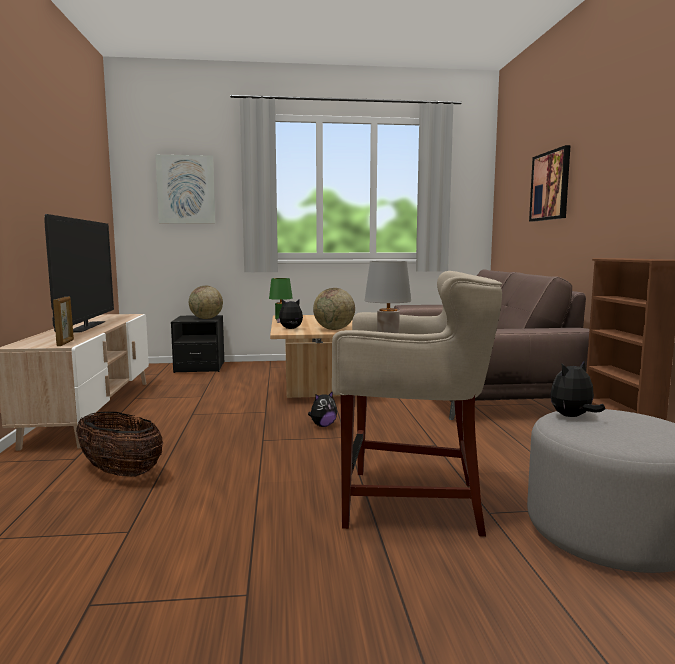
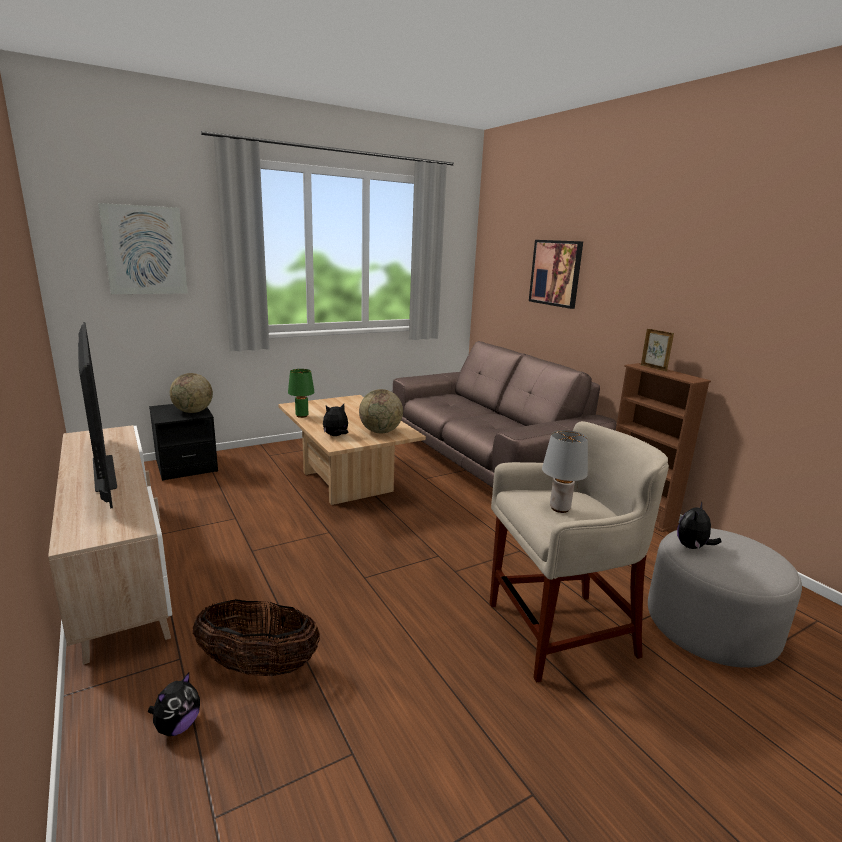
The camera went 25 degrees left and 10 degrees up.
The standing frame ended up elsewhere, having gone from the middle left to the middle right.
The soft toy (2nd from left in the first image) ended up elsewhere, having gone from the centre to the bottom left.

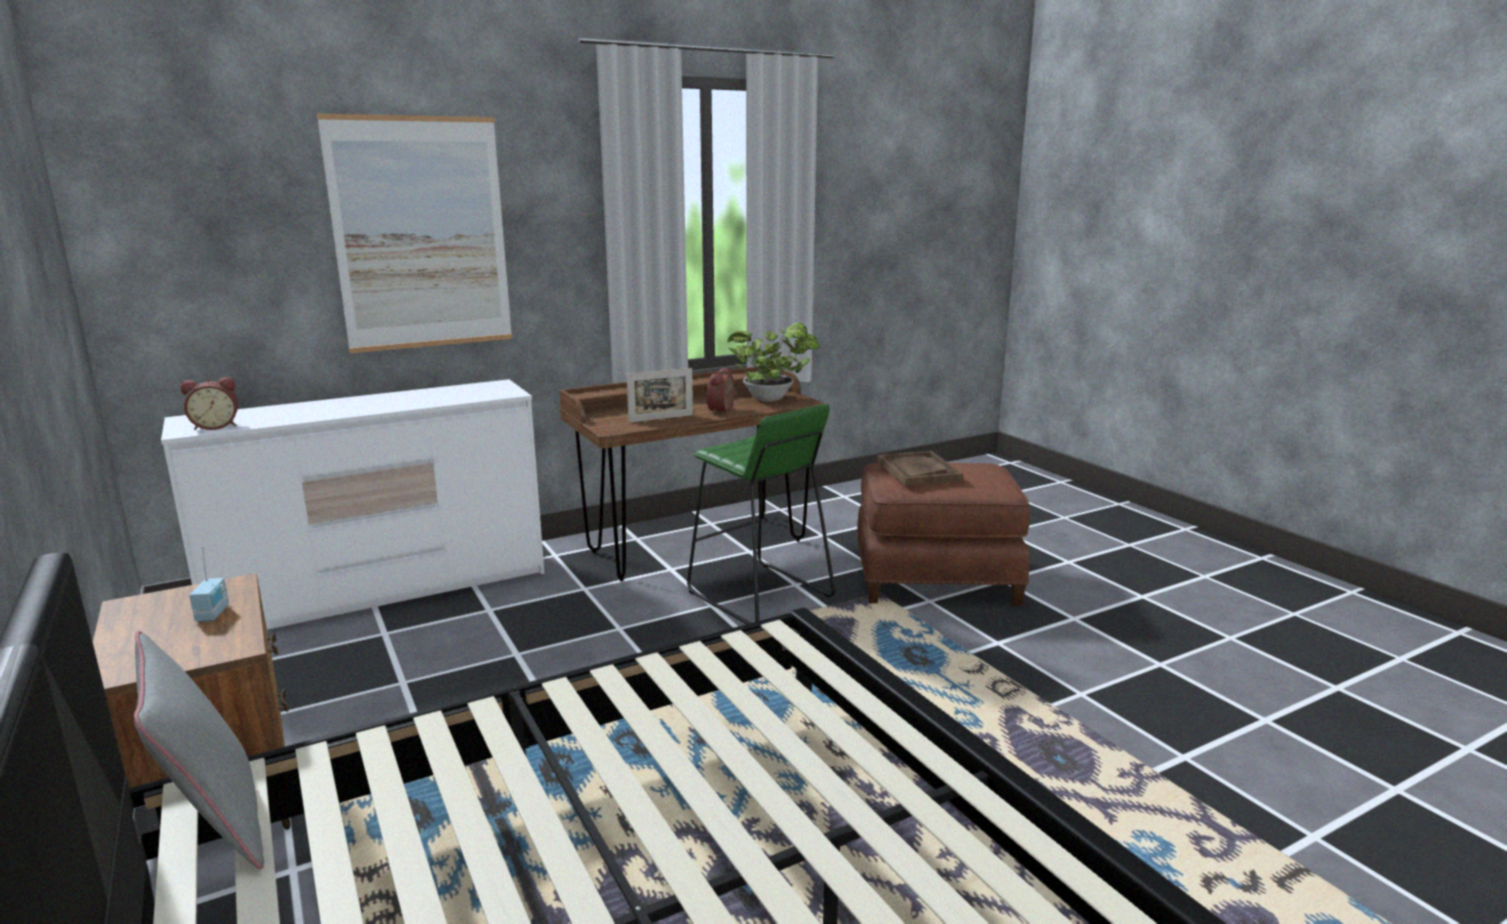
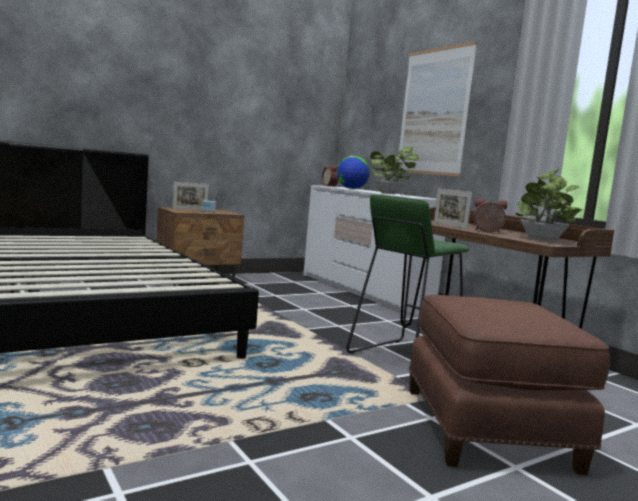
The camera went 85 degrees right and 10 degrees down.
The second view lost the serving tray in brown at the centre.
The second view lost the cushion in gray at the bottom left.
The second view gained the houseplant (1st from left) at the centre.
The second view gained the globe at the centre.
The second view gained the standing frame (1st from left) at the middle left.

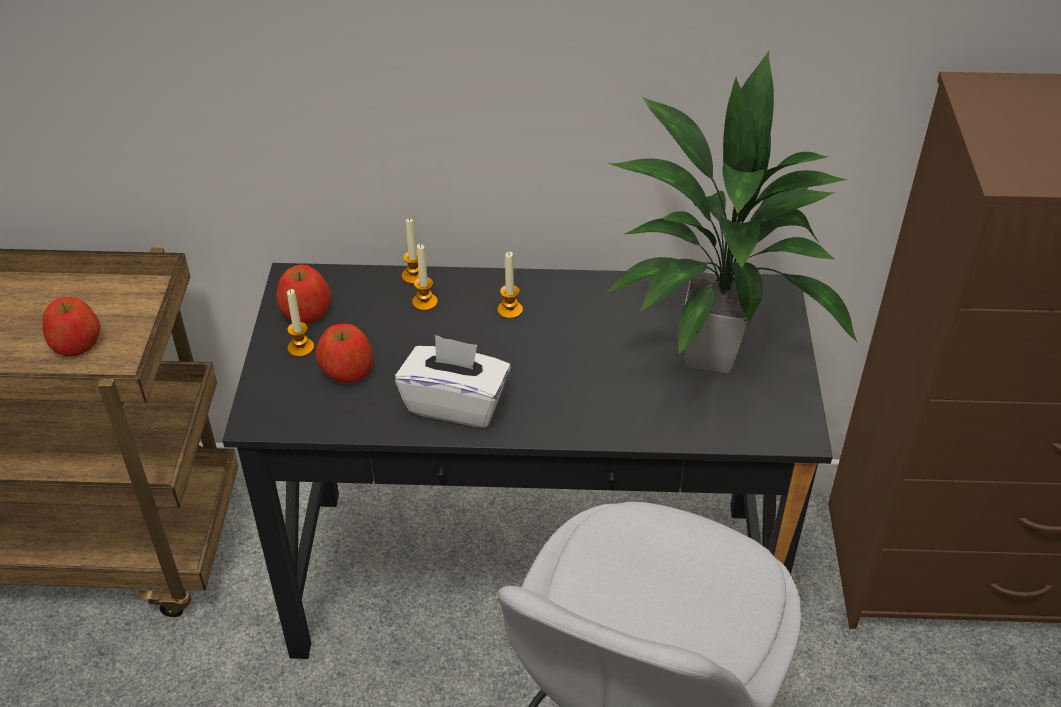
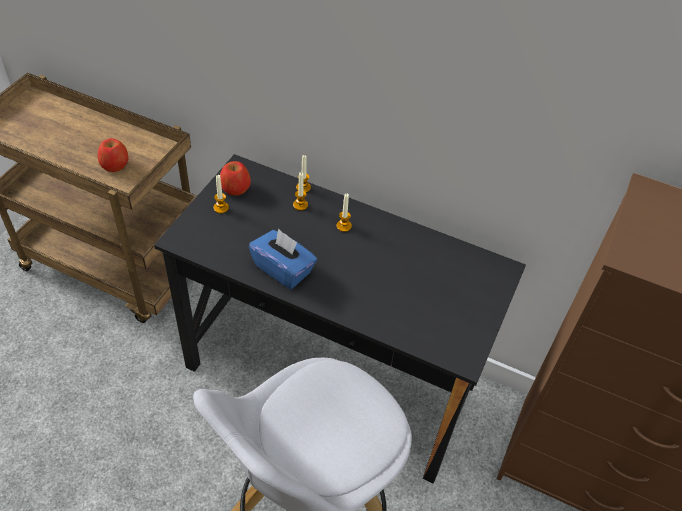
The camera went 20 degrees right and 5 degrees up.
The second view lost the houseplant at the top right.
The second view lost the apple (3rd from left) at the middle left.
What was the tissue holder in white at the centre turned into the tissue holder in bluish at the centre.

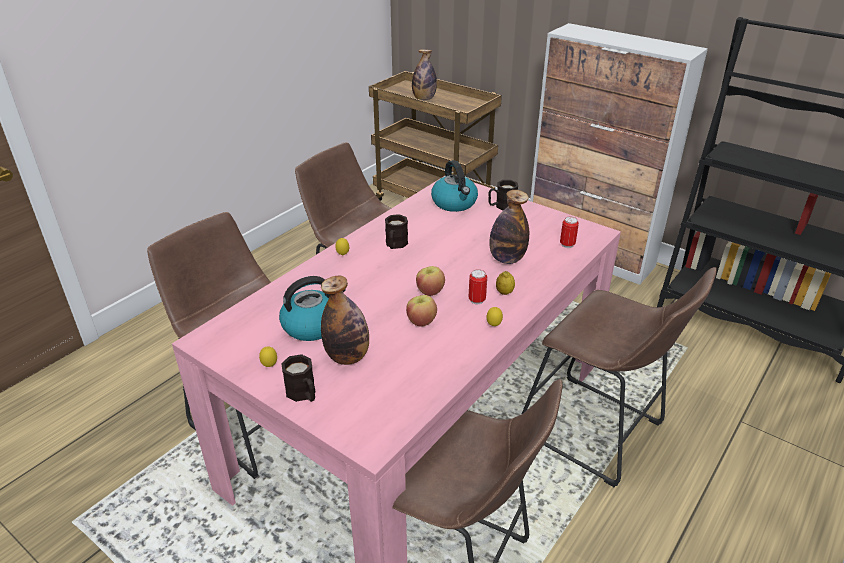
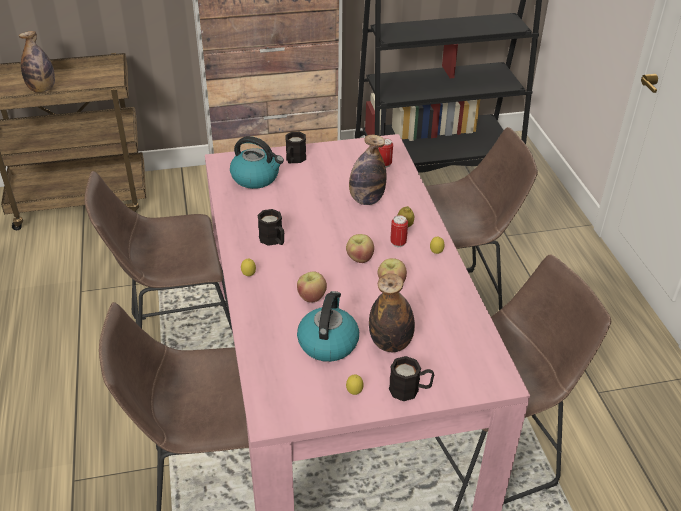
The camera went 50 degrees left and 5 degrees up.
The second view gained the apple (1st from left) at the centre.

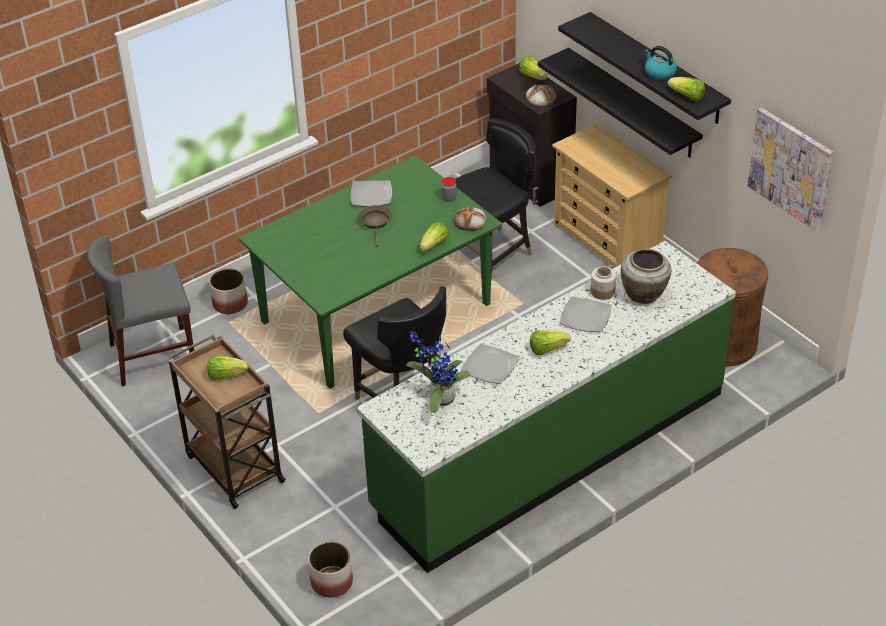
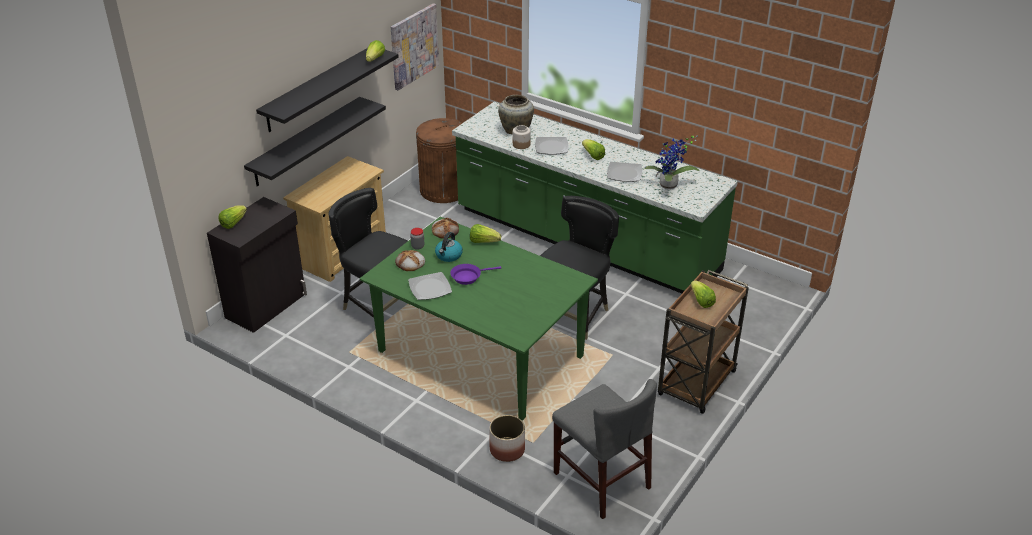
The camera went 110 degrees left and 5 degrees down.
The water kettle ended up elsewhere, having gone from the top right to the centre.
The bread (2nd from left in the first image) ended up elsewhere, having gone from the top centre to the centre.
What was the frying pan in brown at the centre turned into the frying pan in purple at the centre.
The second view lost the planter (2nd from left) at the bottom centre.

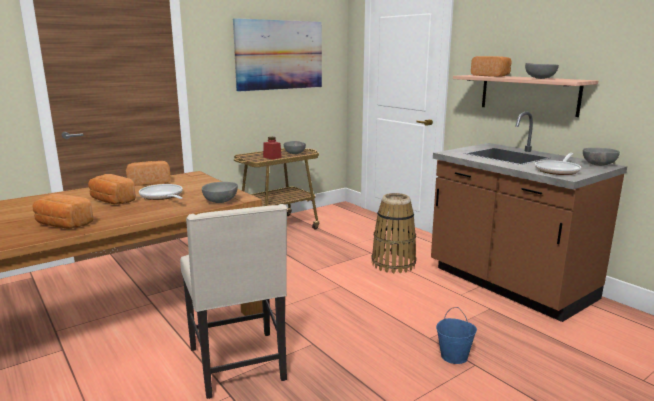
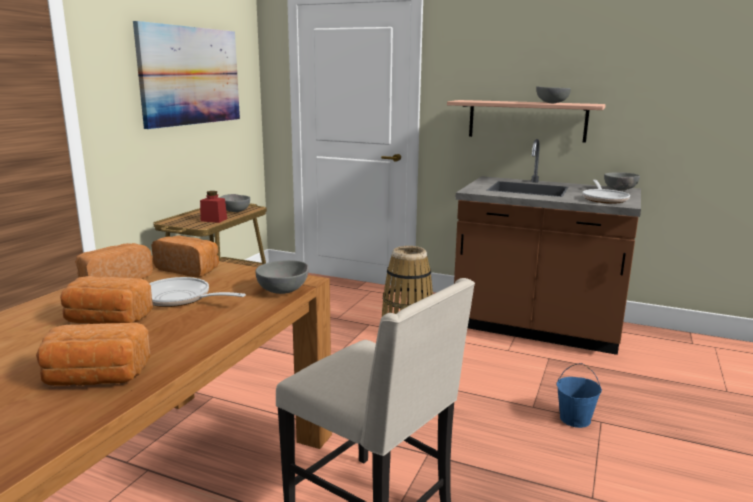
The camera went 30 degrees left and 0 degrees up.
The bread (4th from left) ended up elsewhere, having gone from the top right to the middle left.

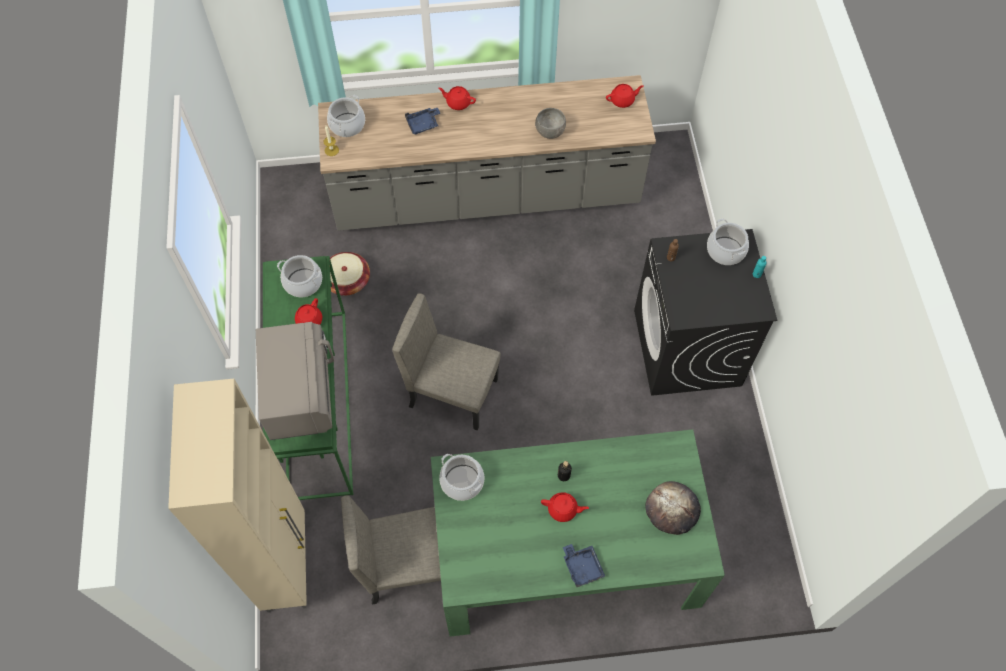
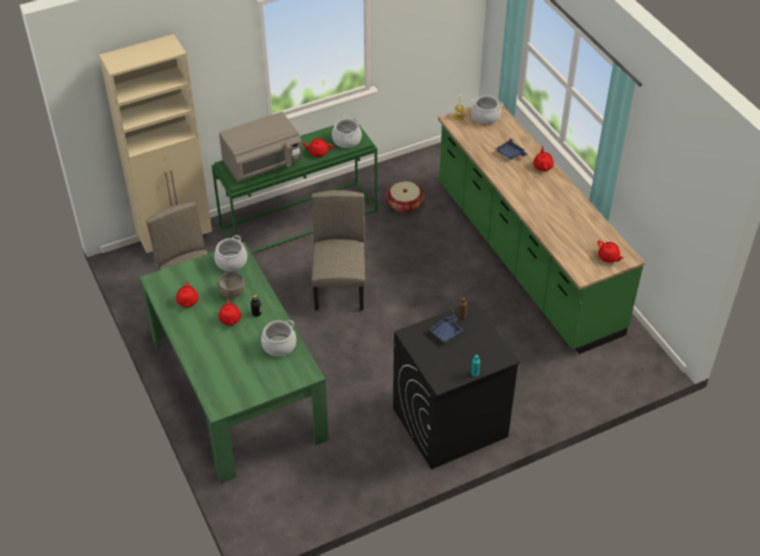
The camera went 70 degrees right and 15 degrees down.
What was the kitchen counter in gray at the top centre turned into the kitchen counter in greenish at the middle right.
The bowl in gray ended up elsewhere, having gone from the top centre to the middle left.
The saucepot (4th from left in the first image) ended up elsewhere, having gone from the middle right to the centre.
The second view lost the bread at the bottom right.
The serving tray in bluish (2nd from left in the first image) ended up elsewhere, having gone from the bottom centre to the centre.
The second view gained the pot for tea in red-coloured (1st from left) at the middle left.

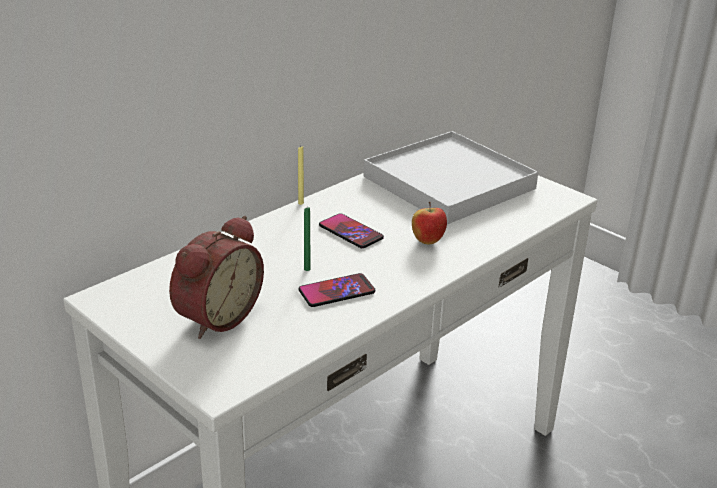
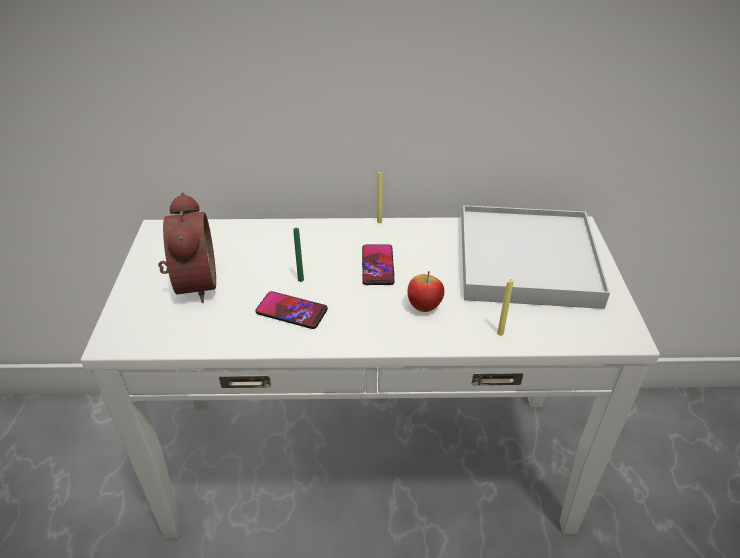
The camera went 45 degrees right and 10 degrees up.
The table clock at the middle left ended up facing another way, 90 degrees counterclockwise from before.
The second view gained the wax light in yellow (2nd from left) at the middle right.

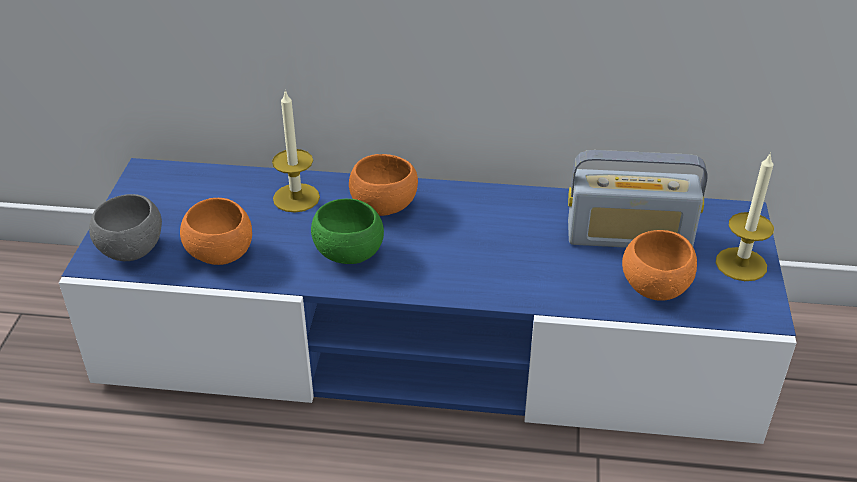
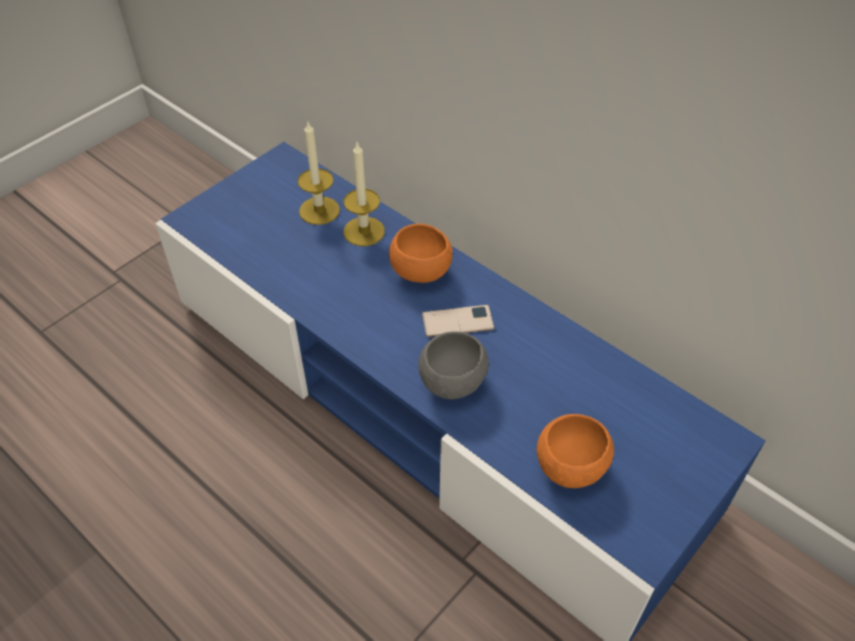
The camera went 35 degrees right and 10 degrees up.
The second view lost the radio at the middle right.
The wax light (2nd from left in the first image) ended up elsewhere, having gone from the middle right to the top centre.
The bowl in gray ended up elsewhere, having gone from the middle left to the centre.
The second view lost the bowl in orangey (1st from left) at the middle left.
The second view lost the bowl in greenish at the centre.
The second view gained the handset at the centre.

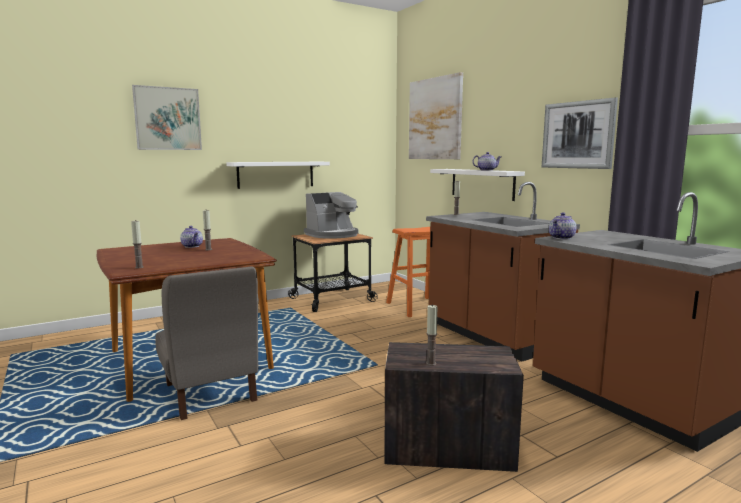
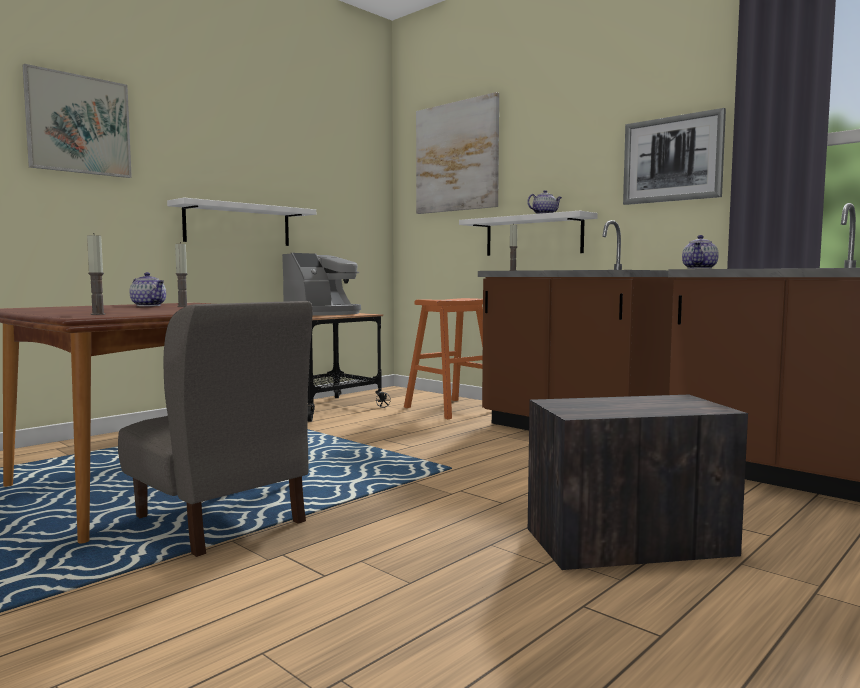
The camera went 15 degrees left and 5 degrees down.
The second view lost the wax light (3rd from left) at the centre.

